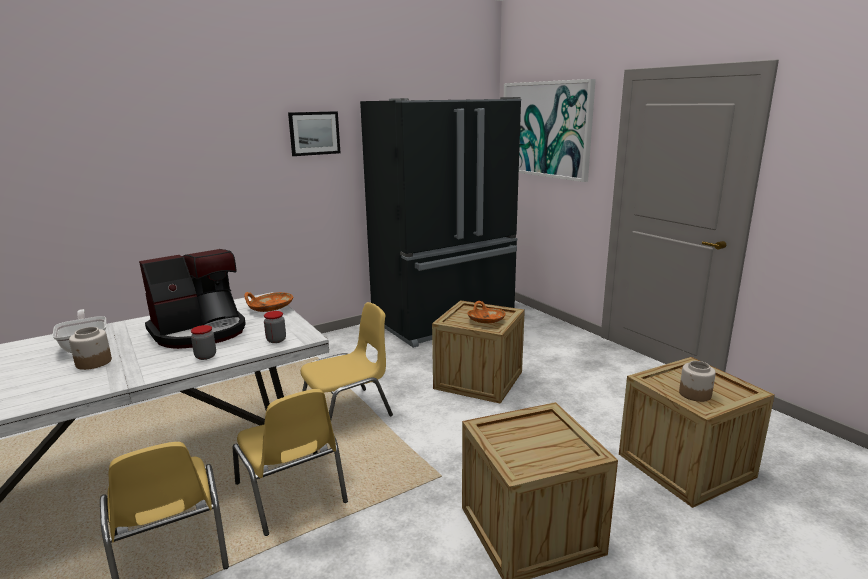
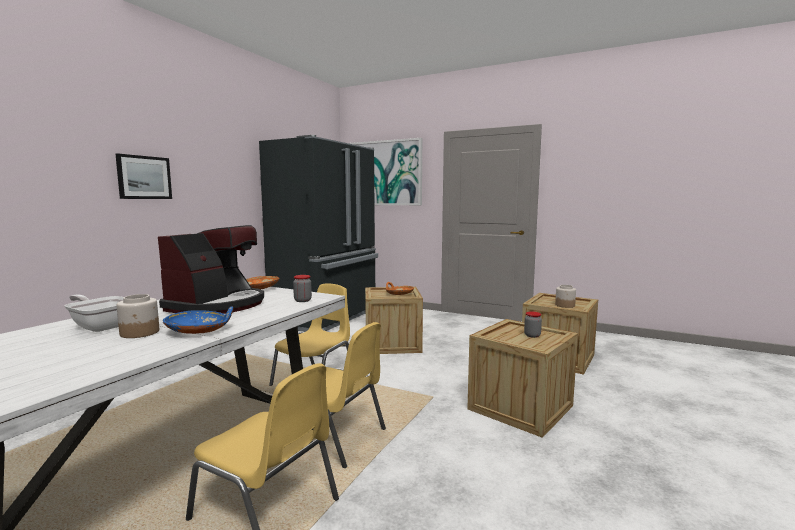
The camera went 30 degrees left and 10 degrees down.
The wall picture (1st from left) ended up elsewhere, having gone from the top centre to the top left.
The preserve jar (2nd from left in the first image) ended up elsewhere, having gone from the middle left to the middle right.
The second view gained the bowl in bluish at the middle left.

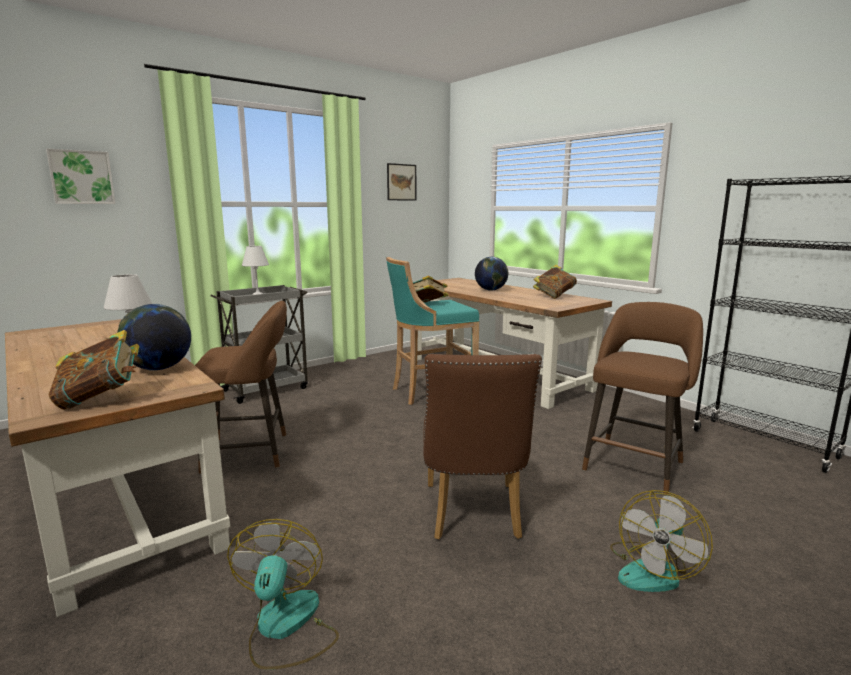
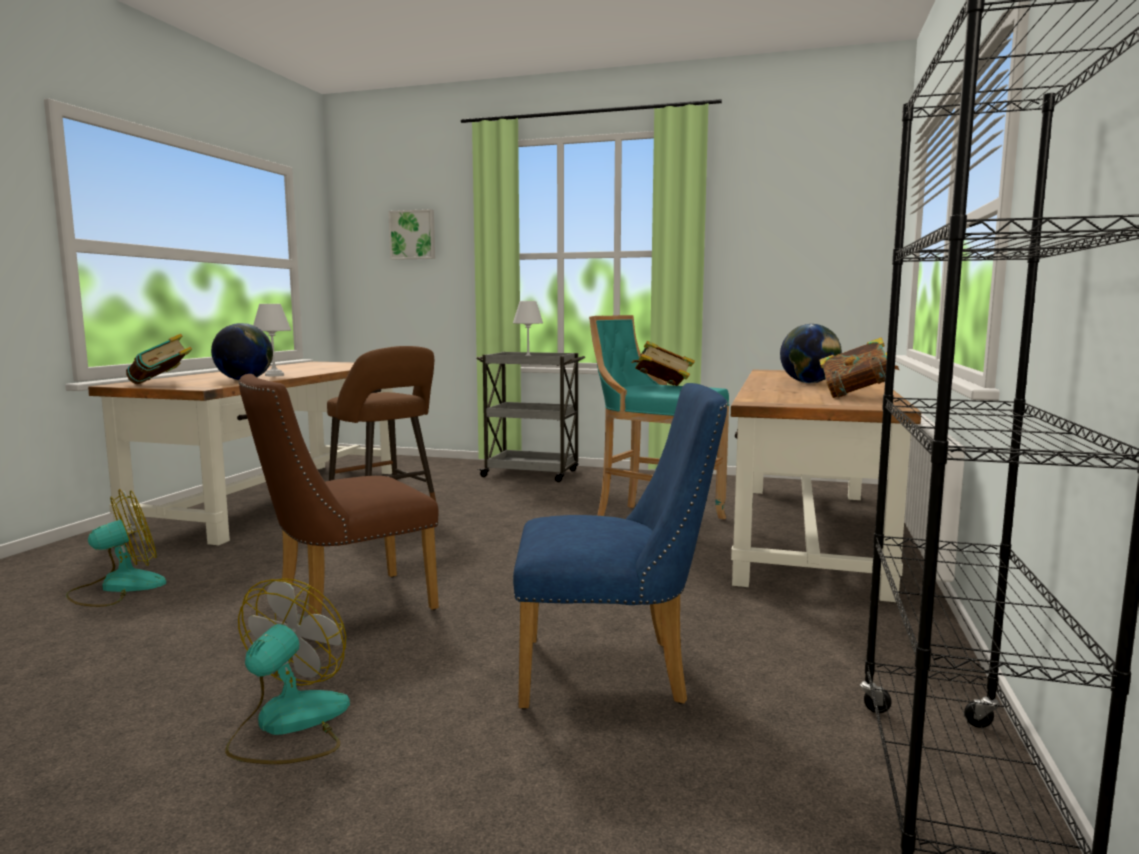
The camera went 55 degrees right and 5 degrees down.
The second view lost the wall picture (2nd from left) at the top centre.
Where the stool seat in brown (2nd from left) stood at the middle right, the plain chair in bluish came to stand at the centre.
The cooling fan (2nd from left) at the bottom right ended up facing another way, 105 degrees clockwise from before.

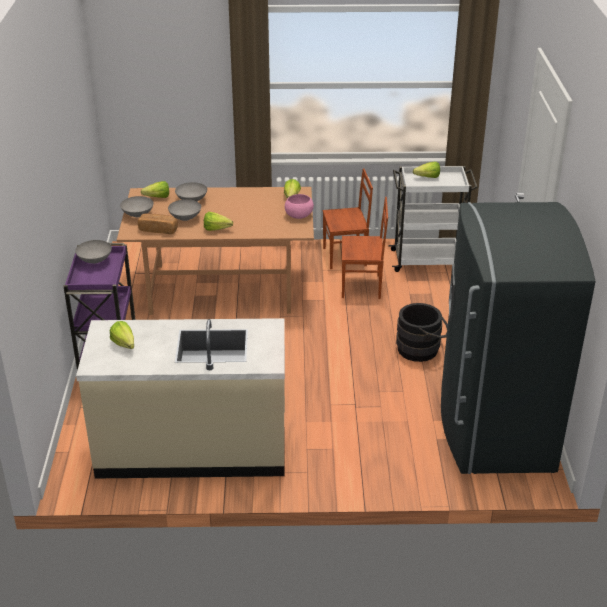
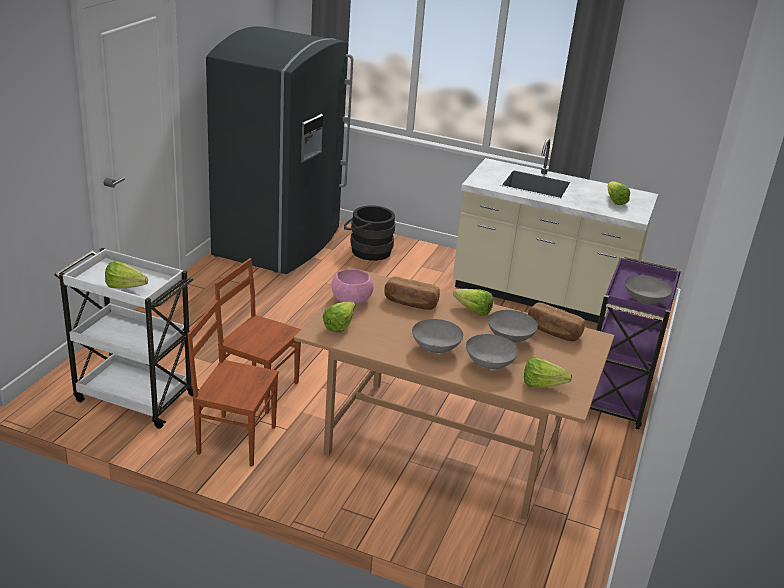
The camera went 160 degrees left and 5 degrees down.
The bowl in gray (2nd from left in the first image) ended up elsewhere, having gone from the middle left to the centre.
The bucket in blackish ended up elsewhere, having gone from the middle right to the centre.
The second view gained the bread (1st from left) at the centre.

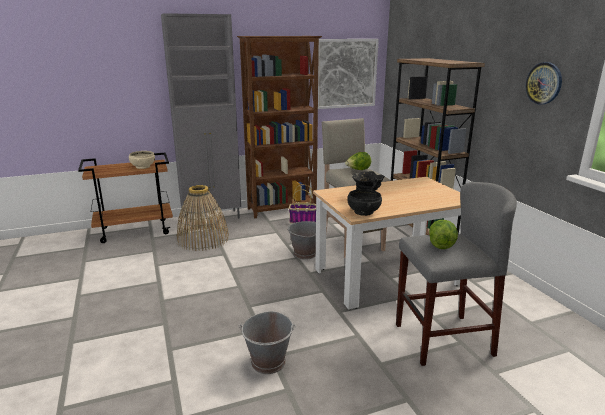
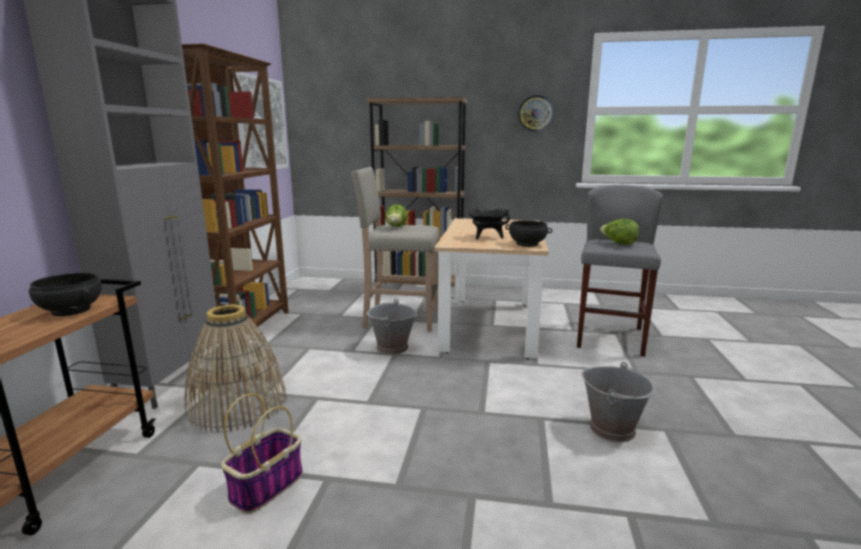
The camera went 60 degrees left and 5 degrees down.
What was the bowl in beige at the middle left turned into the bowl in blackish (1st from left) at the middle left.
The storage basket (2nd from left) ended up elsewhere, having gone from the centre to the bottom left.

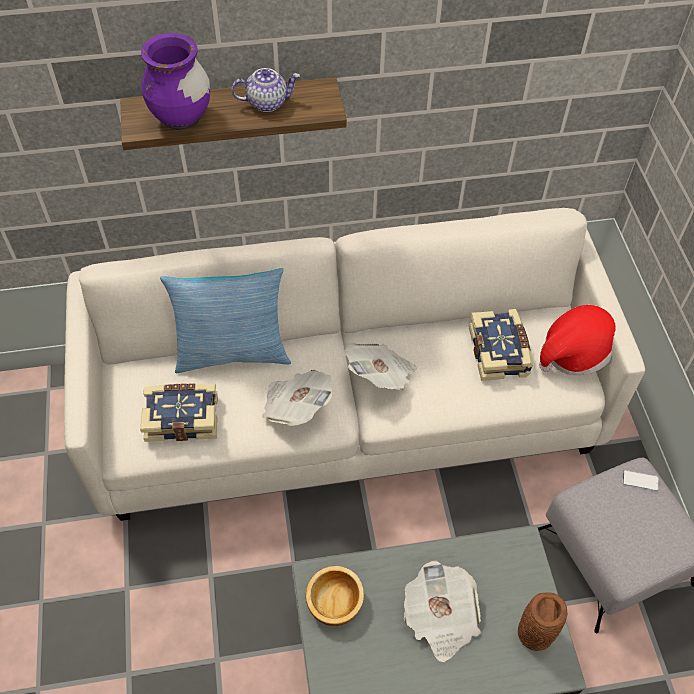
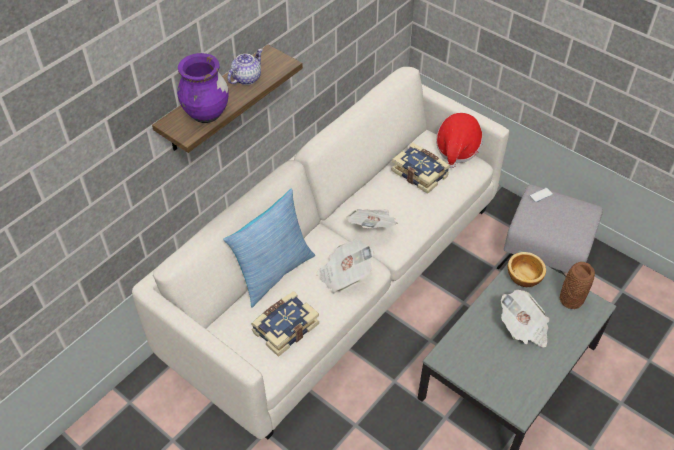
The camera went 40 degrees left and 5 degrees down.
The bowl ended up elsewhere, having gone from the bottom centre to the middle right.

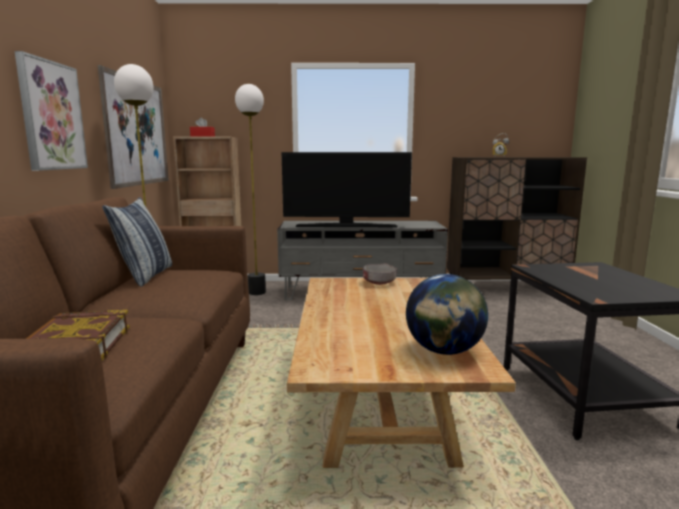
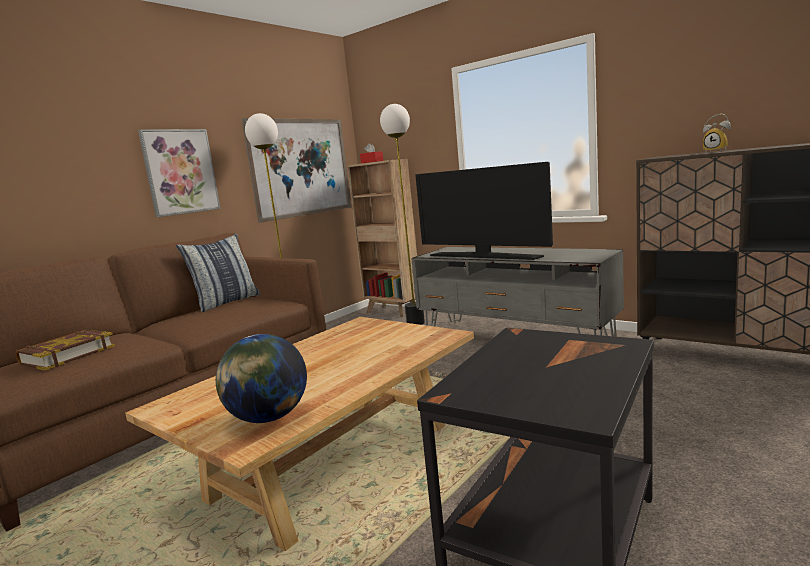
The camera went 40 degrees right and 0 degrees up.
The second view lost the bowl in gray at the centre.

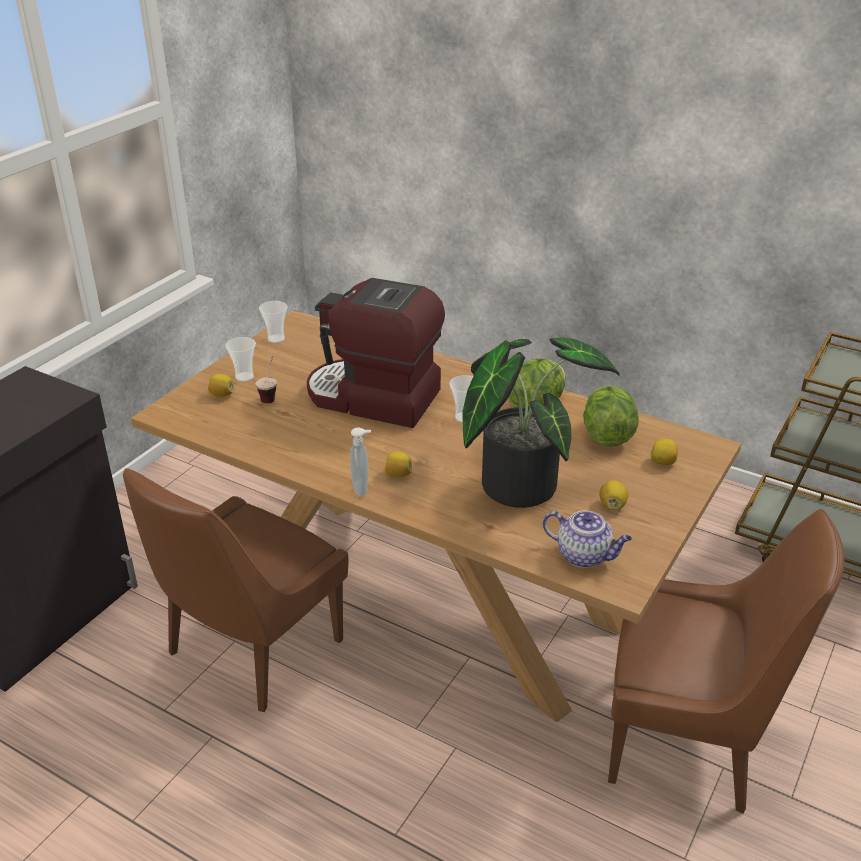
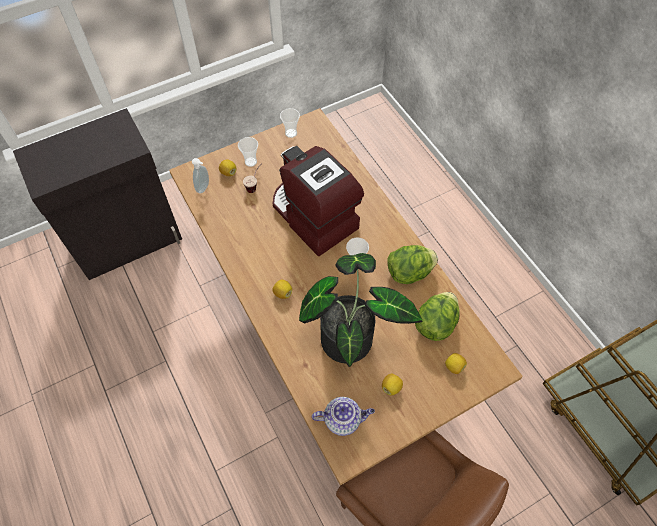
The camera went 30 degrees right and 25 degrees up.
The soap bottle ended up elsewhere, having gone from the centre to the middle left.
The second view lost the plain chair in brown (1st from left) at the bottom left.
The pot for tea at the middle right ended up facing another way, 60 degrees counterclockwise from before.

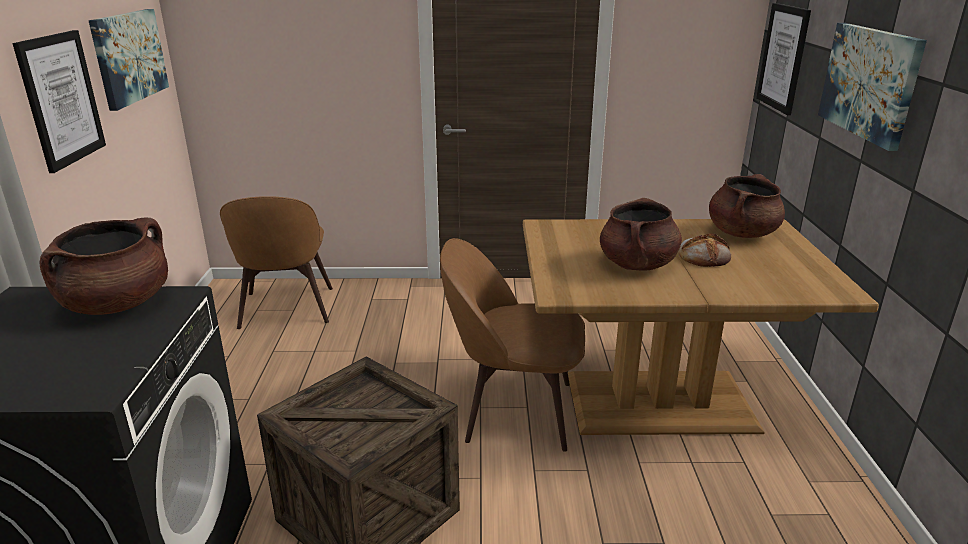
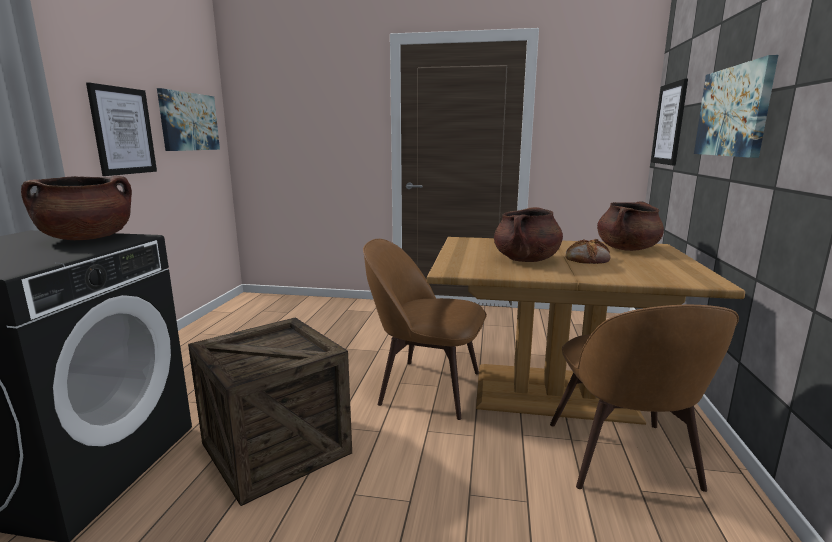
The camera went 10 degrees right and 10 degrees down.
The plain chair in brown (1st from left in the first image) ended up elsewhere, having gone from the middle left to the bottom right.

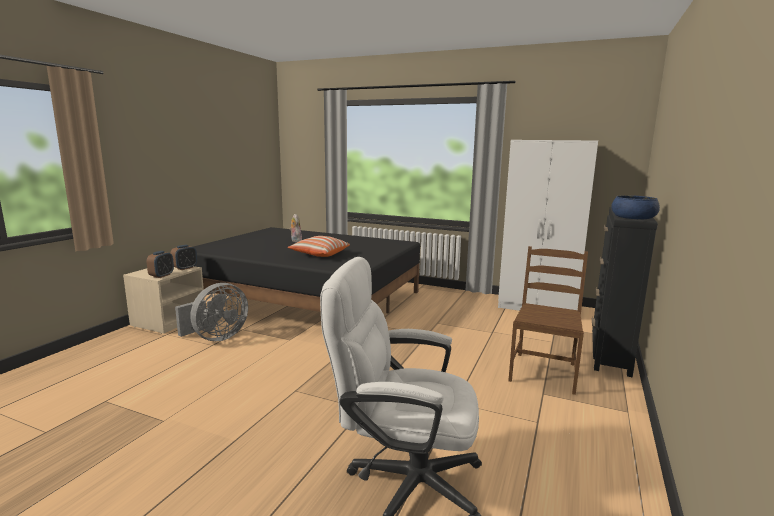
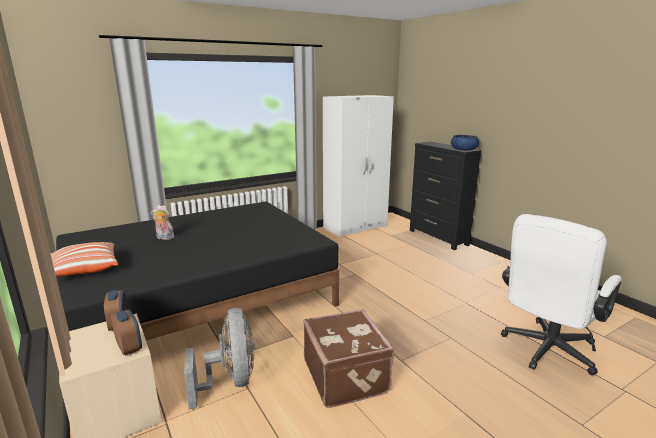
The camera went 55 degrees left and 5 degrees up.
The cushion ended up elsewhere, having gone from the centre to the middle left.
The second view lost the plain chair in brown at the middle right.
The second view gained the suitcase in brown at the bottom centre.

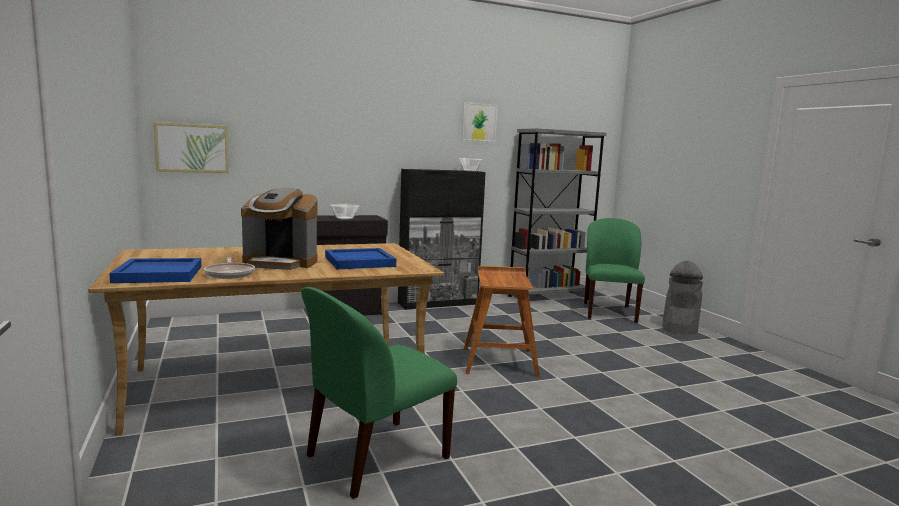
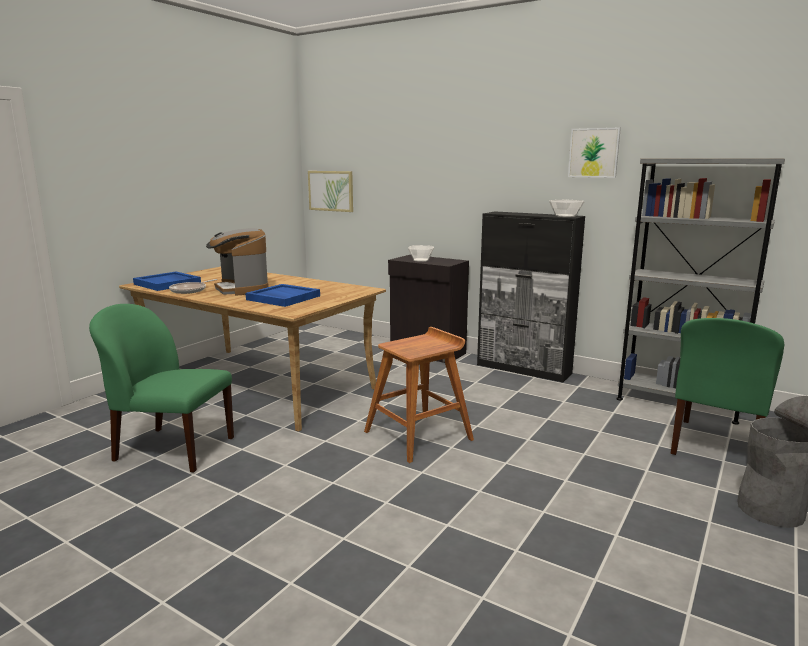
The camera went 55 degrees right and 5 degrees up.
The plain chair in greenish (2nd from left) at the middle right ended up facing another way, 150 degrees clockwise from before.

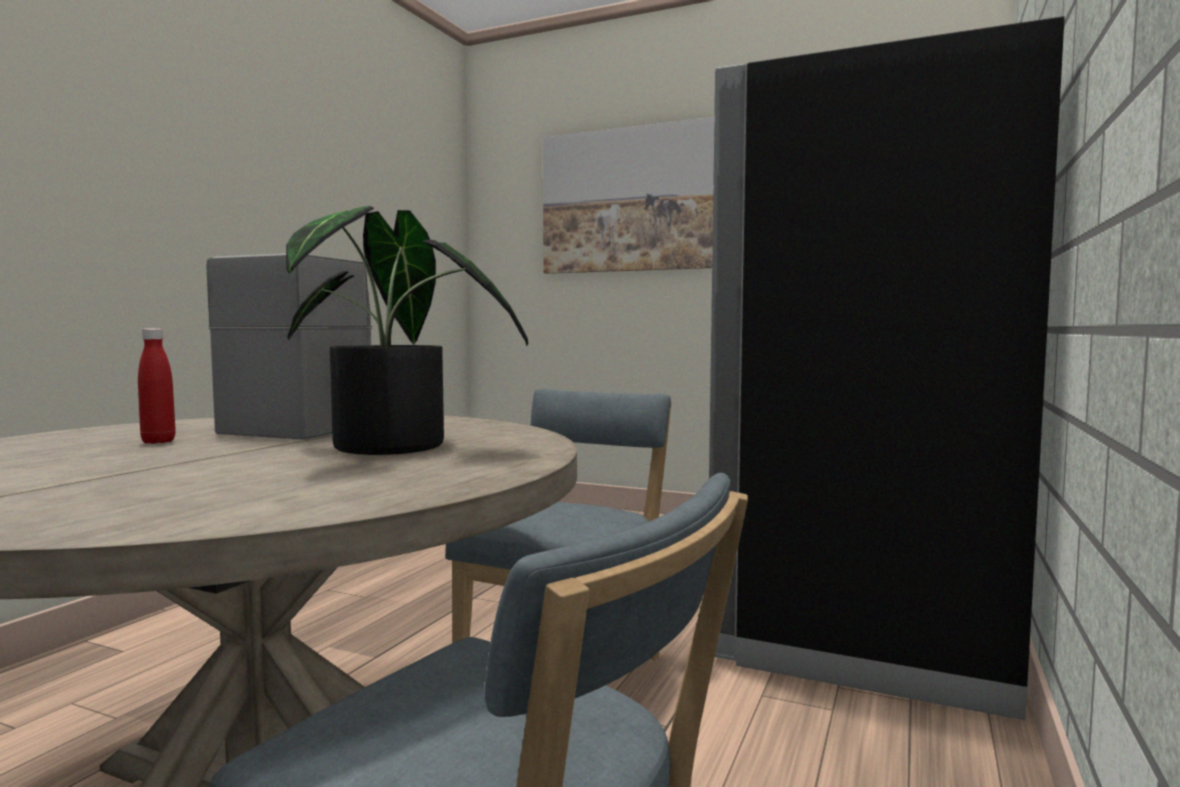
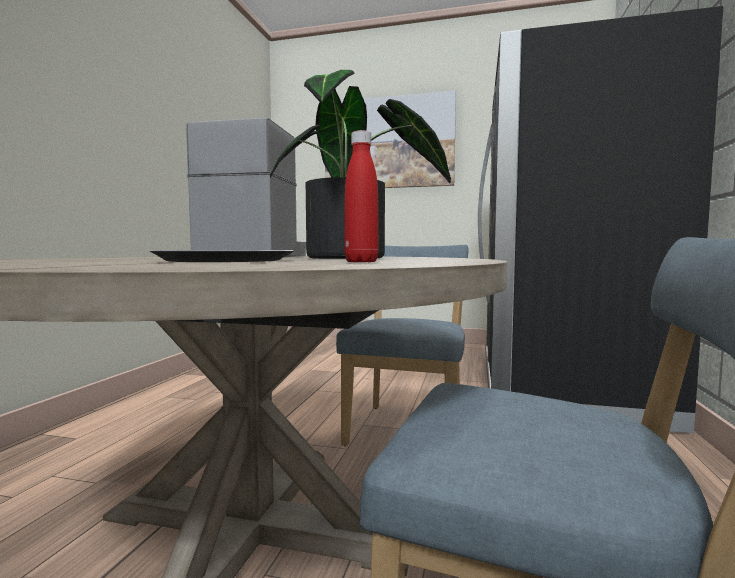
The camera went 10 degrees left and 0 degrees up.
The drink bottle in red-coloured ended up elsewhere, having gone from the middle left to the centre.
The second view gained the dinner plate at the middle left.

